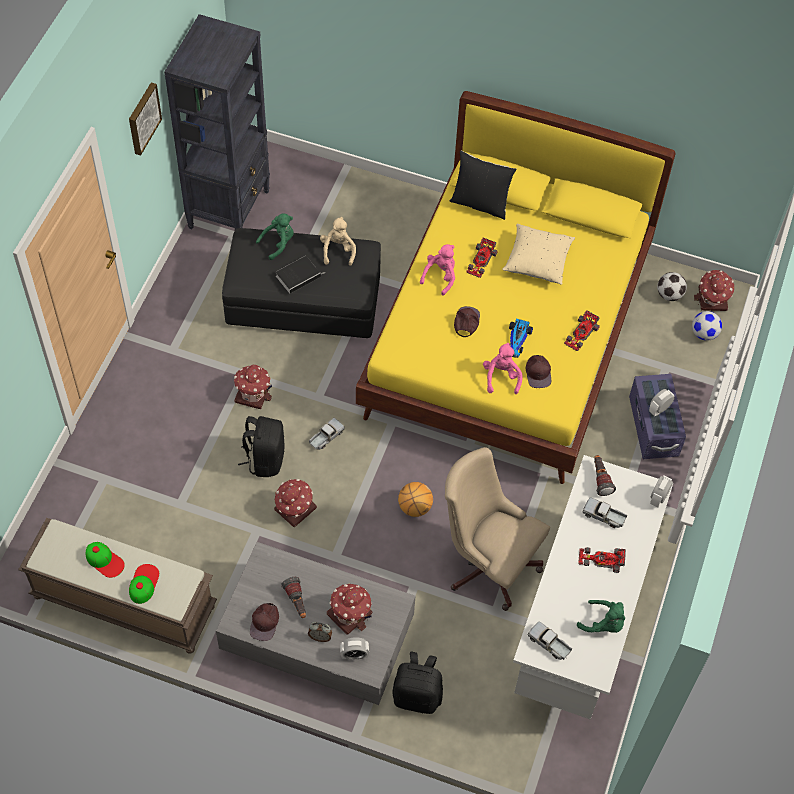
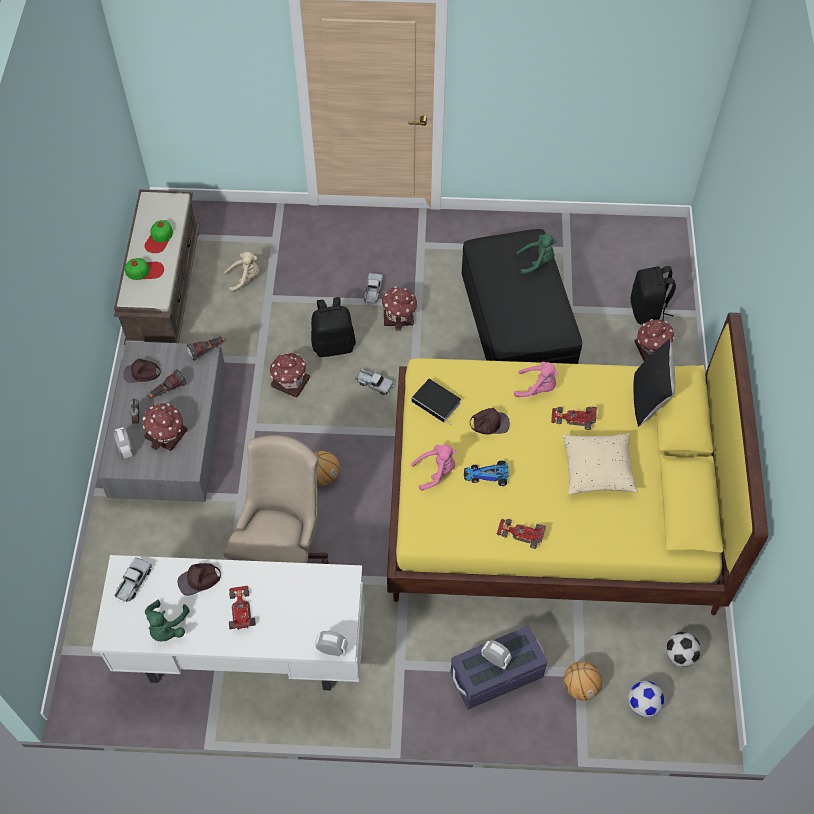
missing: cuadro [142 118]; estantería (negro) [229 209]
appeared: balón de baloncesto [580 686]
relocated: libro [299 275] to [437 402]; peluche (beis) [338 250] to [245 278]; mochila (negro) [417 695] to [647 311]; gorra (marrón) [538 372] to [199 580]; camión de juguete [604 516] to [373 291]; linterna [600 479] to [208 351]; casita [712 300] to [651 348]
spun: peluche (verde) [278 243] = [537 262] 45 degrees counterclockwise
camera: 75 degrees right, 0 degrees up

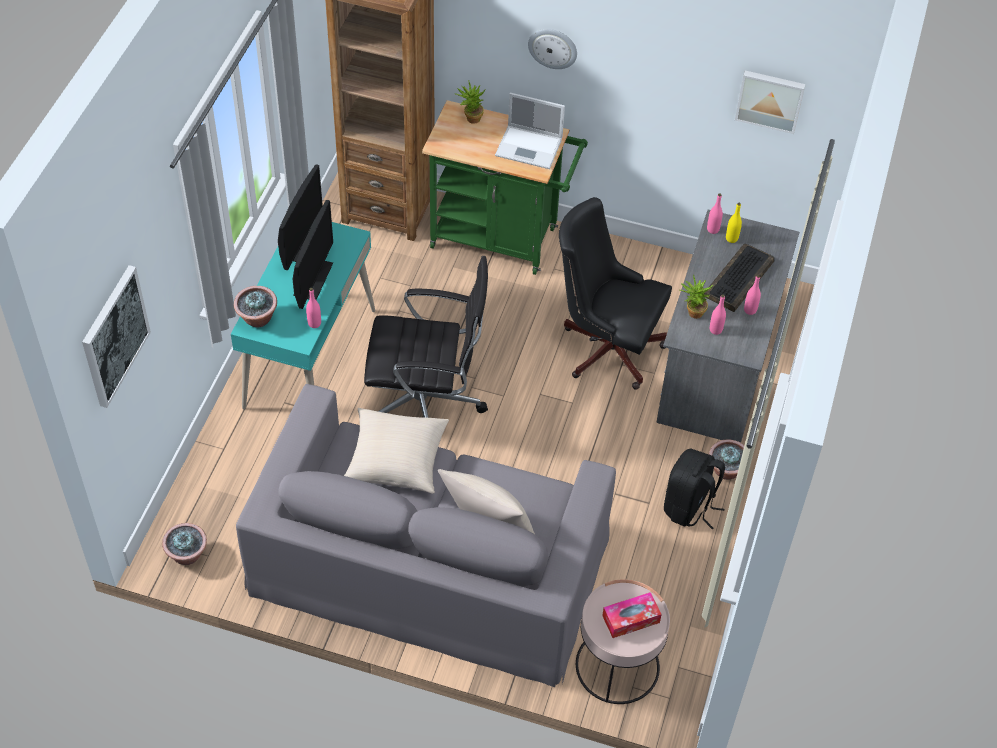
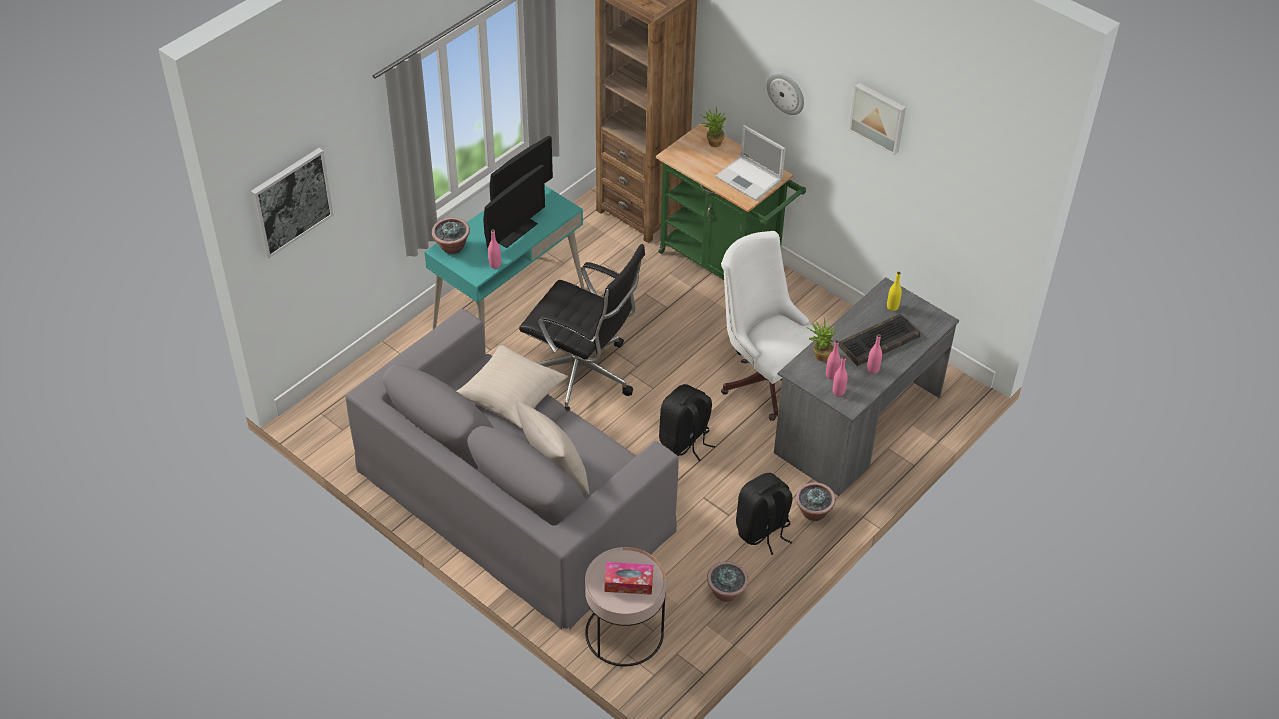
appeared: mochila (negro) [685 441]
relocated: planta en maceta [187 555] to [726 592]; botella (rosa) [713 229] to [838 391]; cuadro [770 100] to [878 117]
colour: silla de oficina (negro) [606 346] to silla de oficina (blanco) [765 377]
camera: 25 degrees right, 5 degrees down

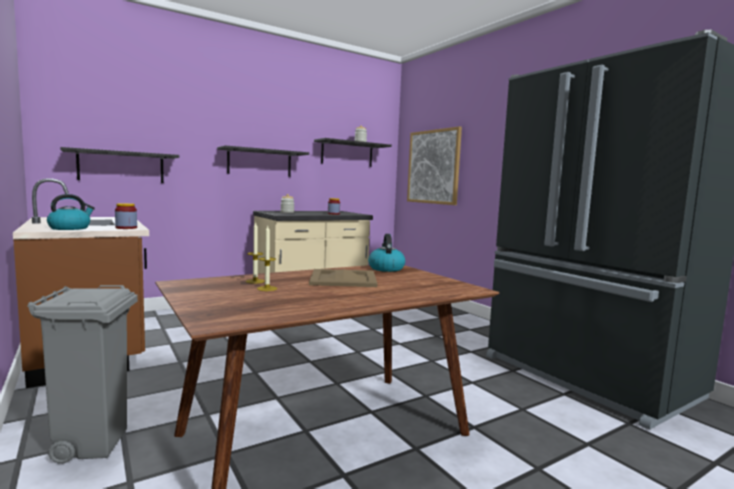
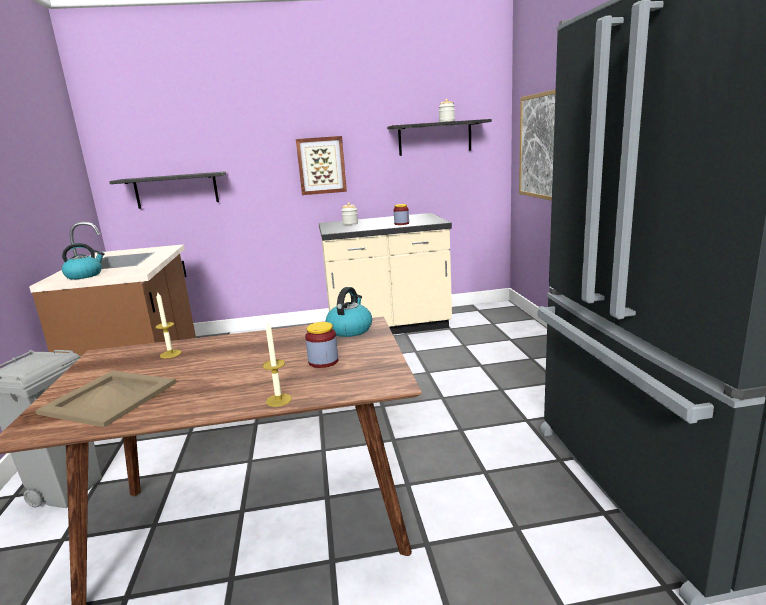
relocated: tarro [126 228] to [323 361]; vela [267 288] to [278 400]; bandeja (beis) [344 279] to [109 398]
exchanged: estante (negro) [259 162] to cuadro [321 165]
camera: 25 degrees right, 10 degrees up

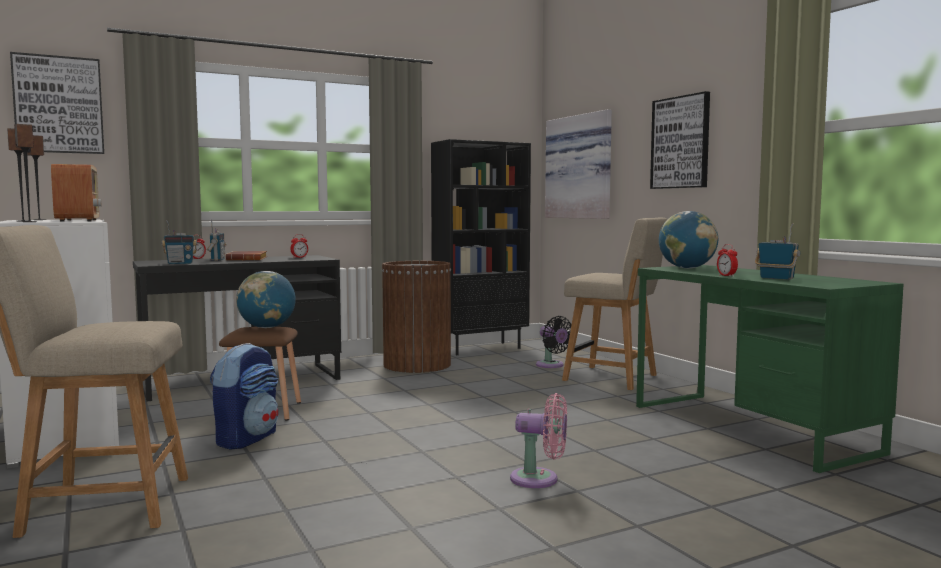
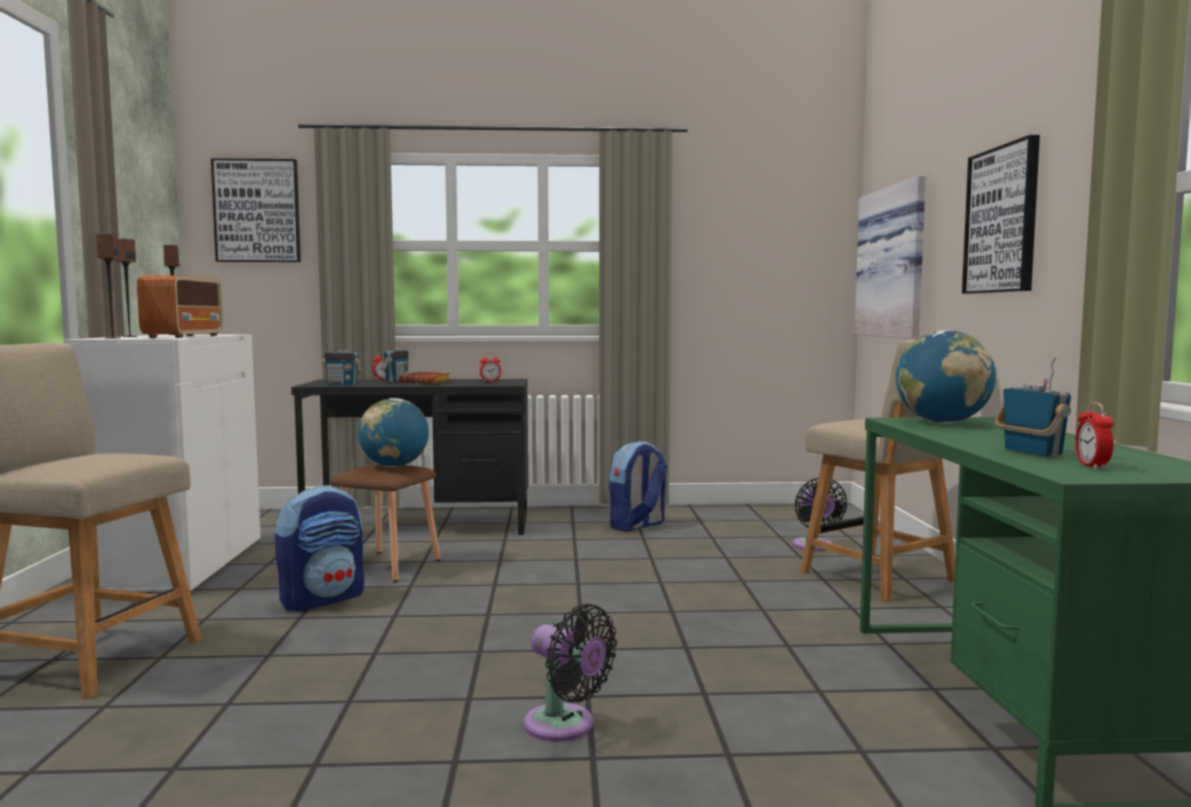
missing: estantería (negro) [480 348]
relocated: despertador [726 276] to [1092 466]
exchanged: papelera (marrón) [417 365] to mochila [637 526]
colour: ventilador (rosa) [539 479] to ventilador (negro) [565 726]
camera: 25 degrees right, 0 degrees up

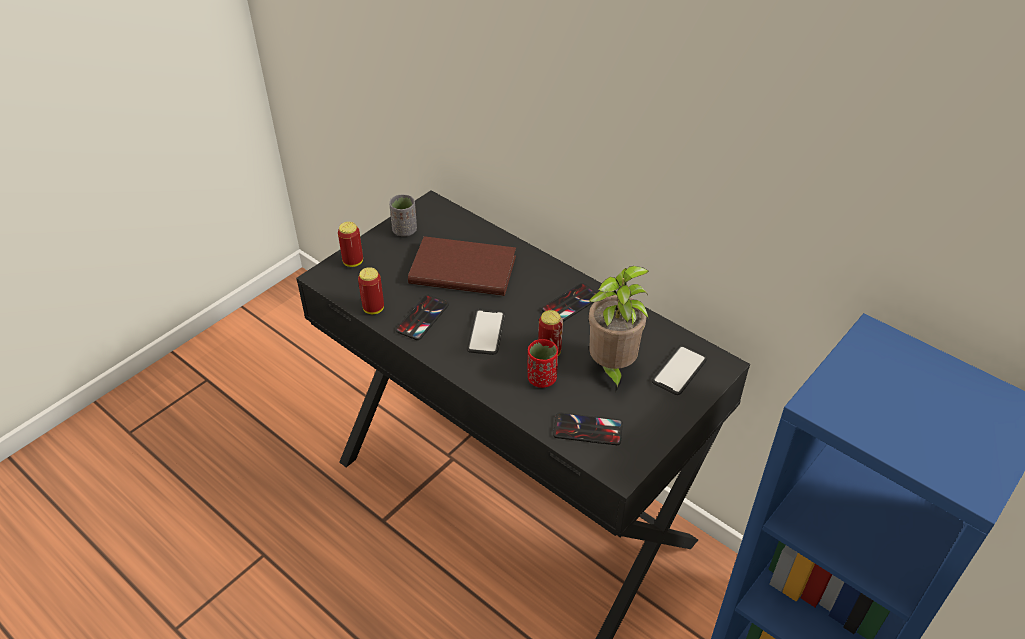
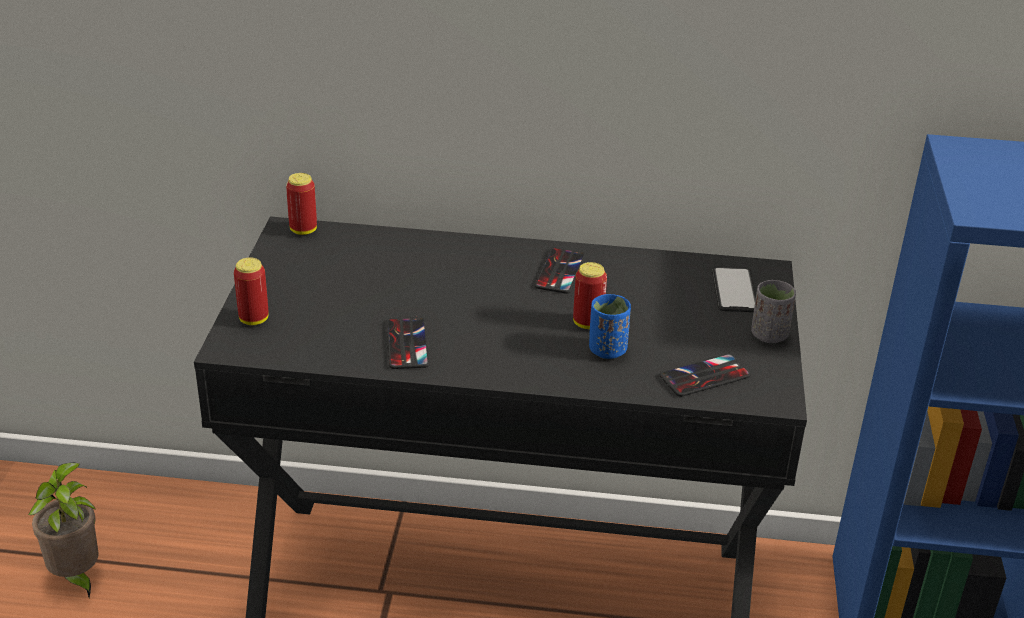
missing: libro (marrón) [462 268]; móvil [486 332]
relocated: lata [373 308] to [303 230]; taza (gris) [404 230] to [769 335]; planta en maceta [611 368] to [76 577]
colour: taza (rojo) [542 379] to taza (azul) [607 350]
camera: 35 degrees left, 10 degrees down

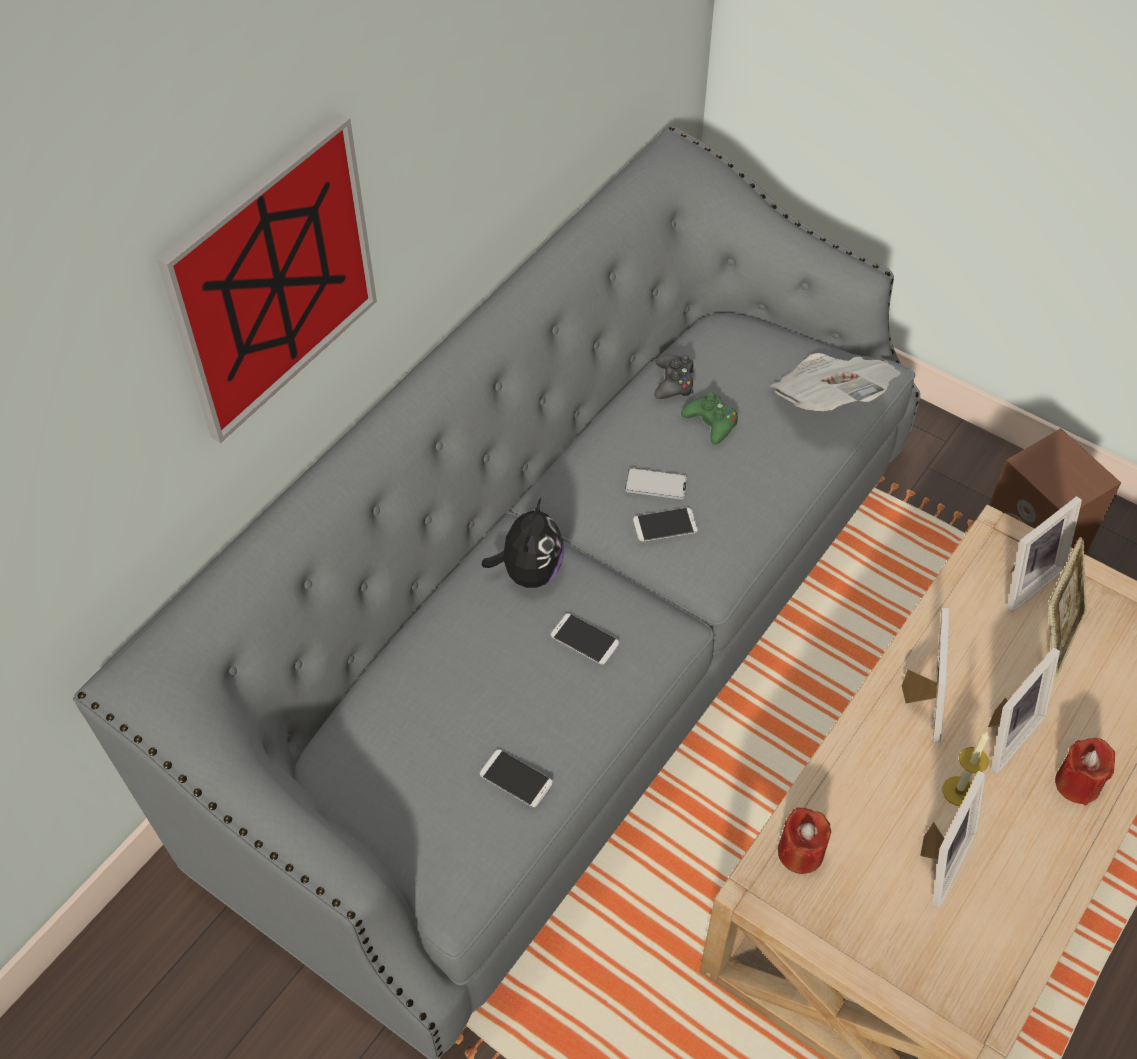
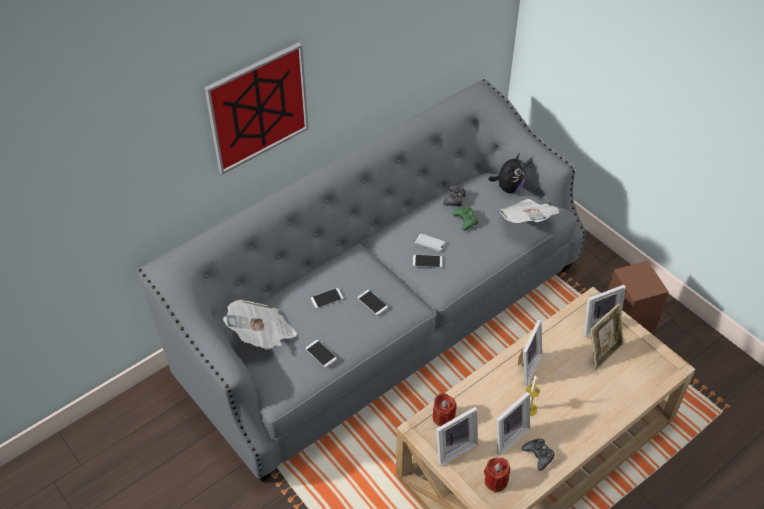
appeared: periódico [262 335]; móvil [327 298]; mando de consola (negro) [538 455]
relocated: peluche [529 571] to [508 187]; portarretratos [1004 732] to [453 448]; vela (rojo) [1077 783] to [495 481]
camera: 15 degrees right, 5 degrees down

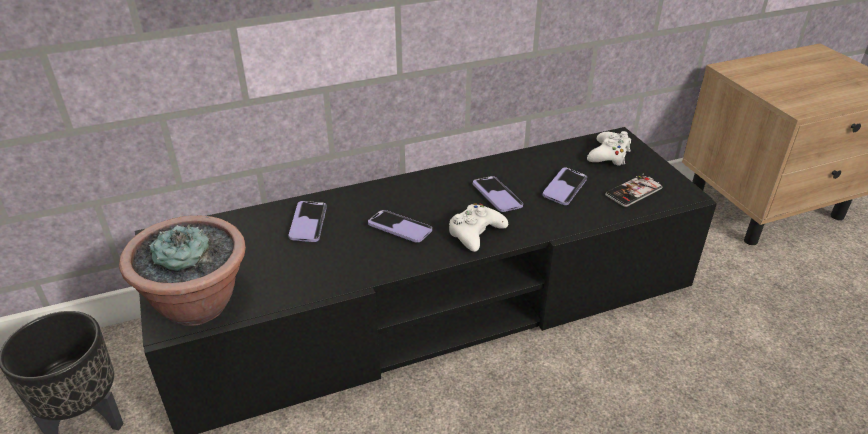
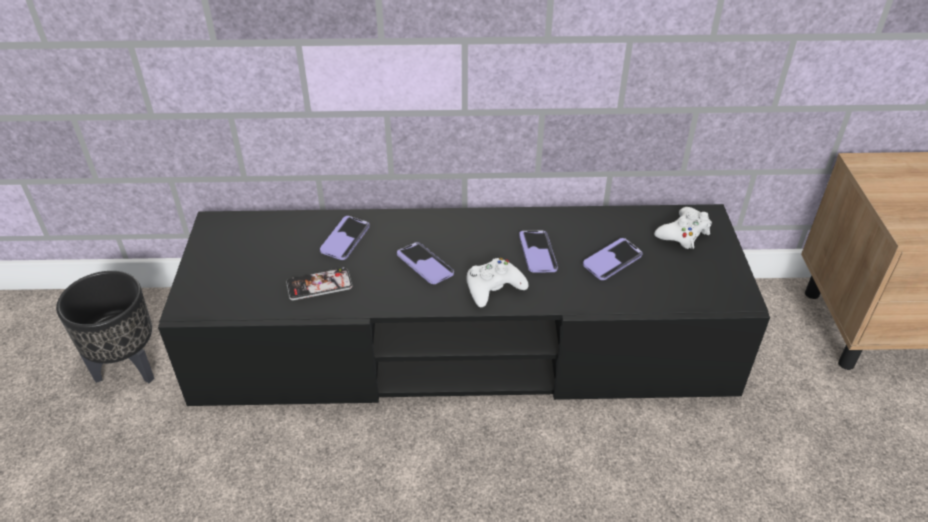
missing: planta en maceta [198 304]
relocated: móvil [633 191] to [319 285]
camera: 20 degrees right, 5 degrees up

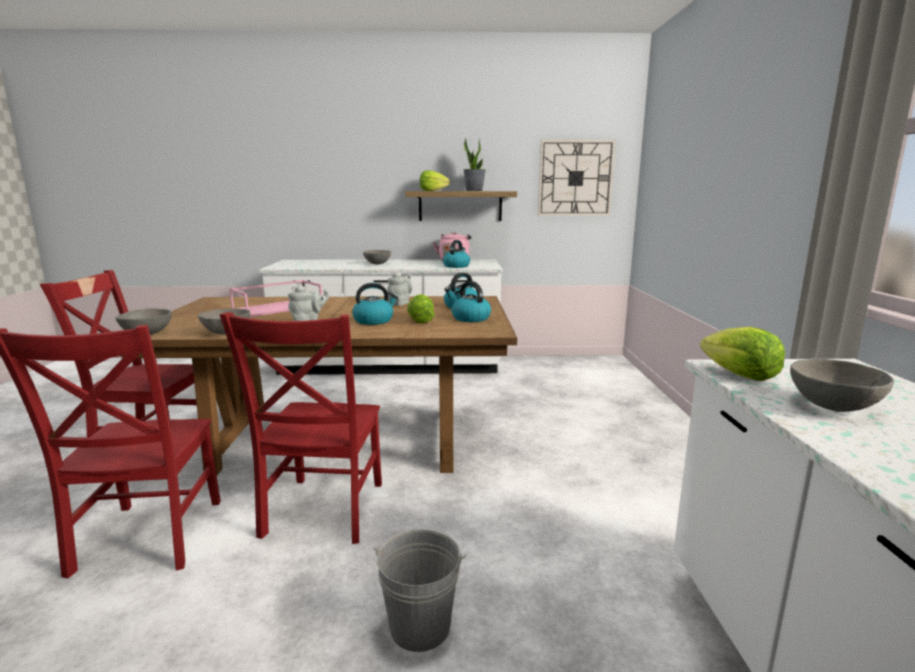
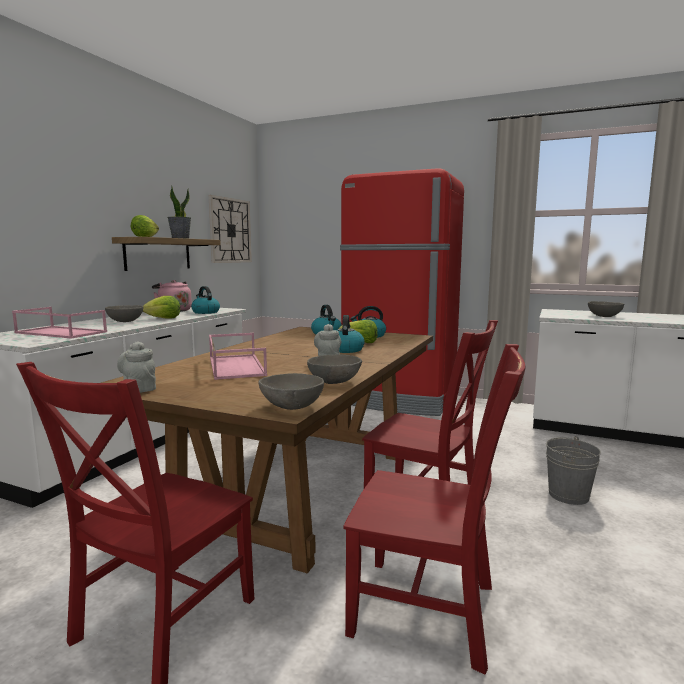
appeared: bandeja (rosa) [59 332]; nevera (rojo) [399 400]
relocated: tetera (gris) [400 303] to [139 389]; lechuga [739 375] to [164 318]
camera: 65 degrees left, 5 degrees down

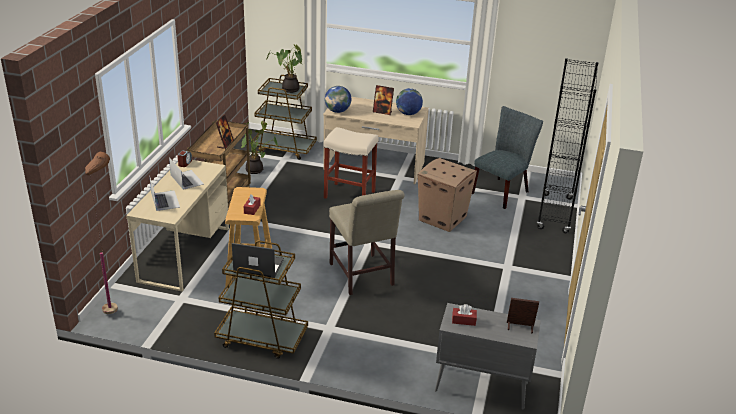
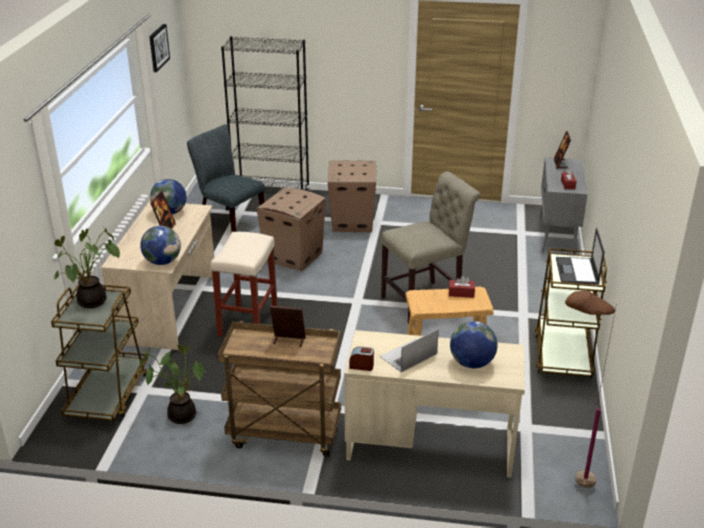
appeared: cuadro [158 47]; caja de cartón [351 222]
exchanged: portátil [165 200] to globo terráqueo [471 363]
camera: 95 degrees left, 0 degrees up

